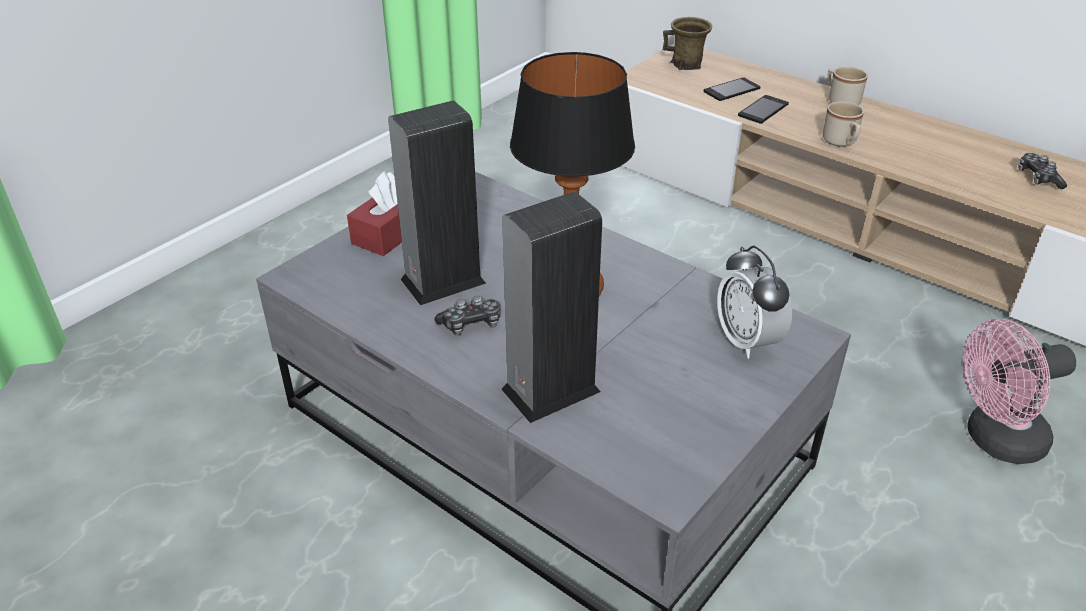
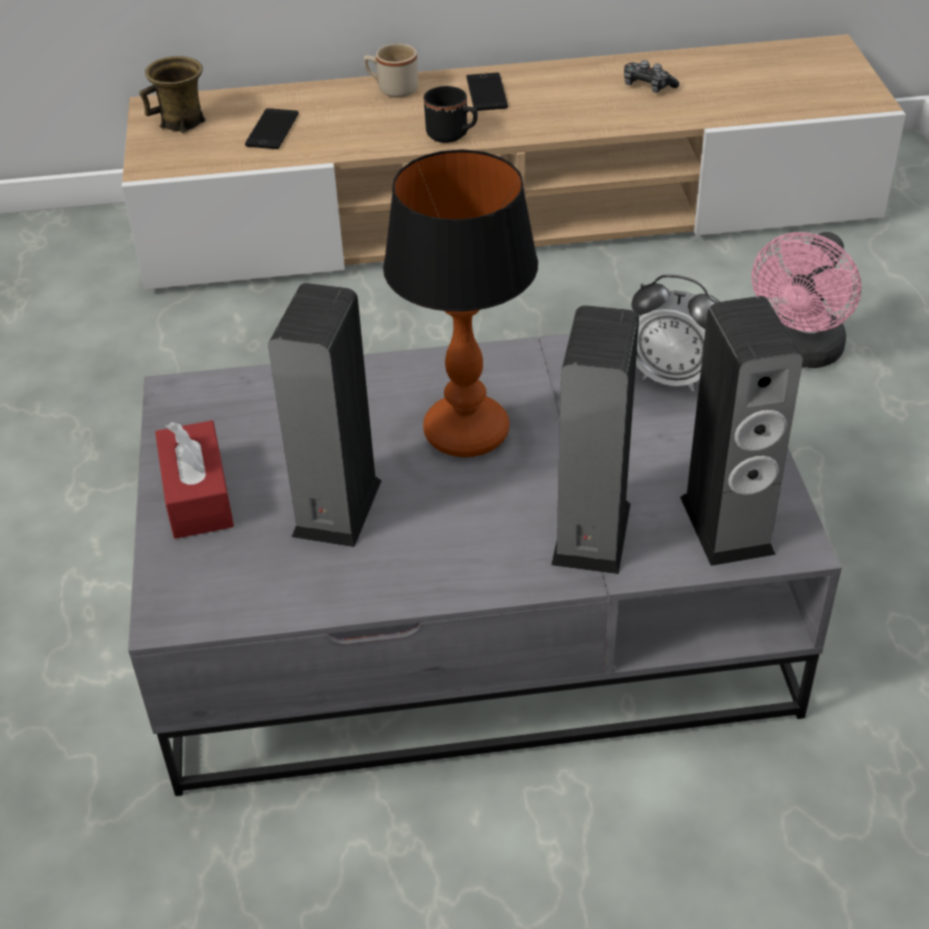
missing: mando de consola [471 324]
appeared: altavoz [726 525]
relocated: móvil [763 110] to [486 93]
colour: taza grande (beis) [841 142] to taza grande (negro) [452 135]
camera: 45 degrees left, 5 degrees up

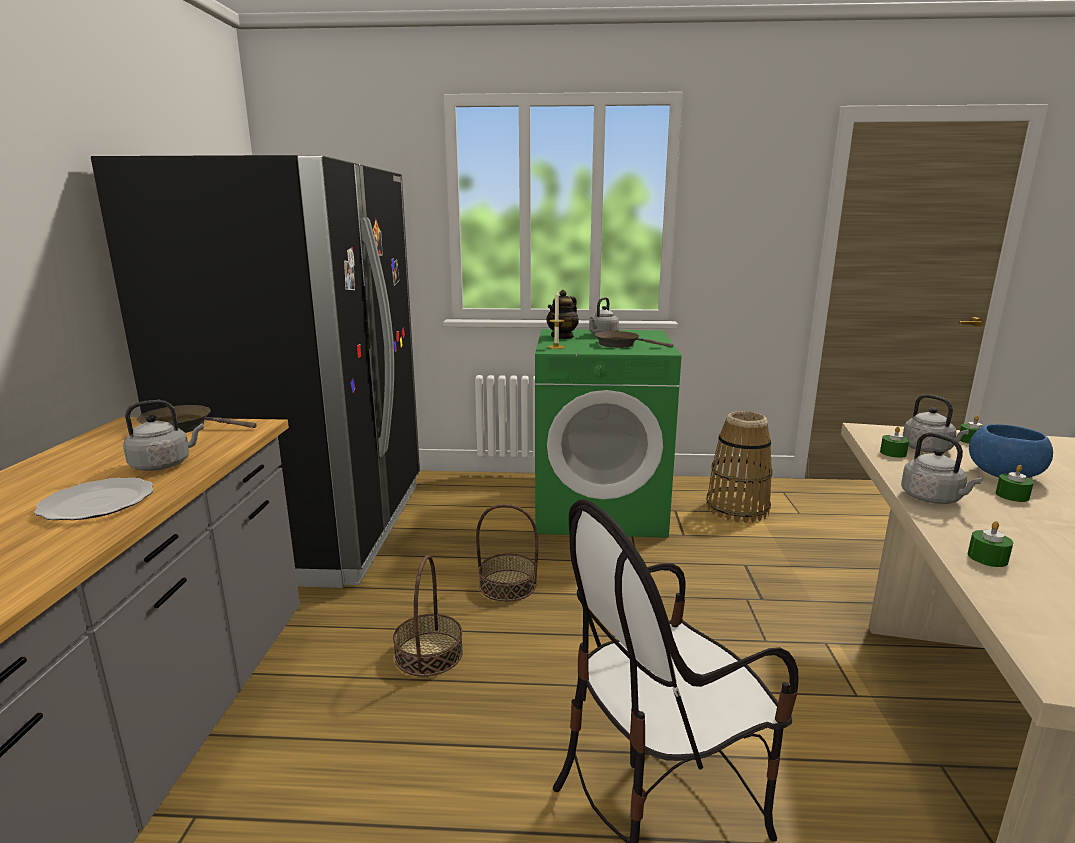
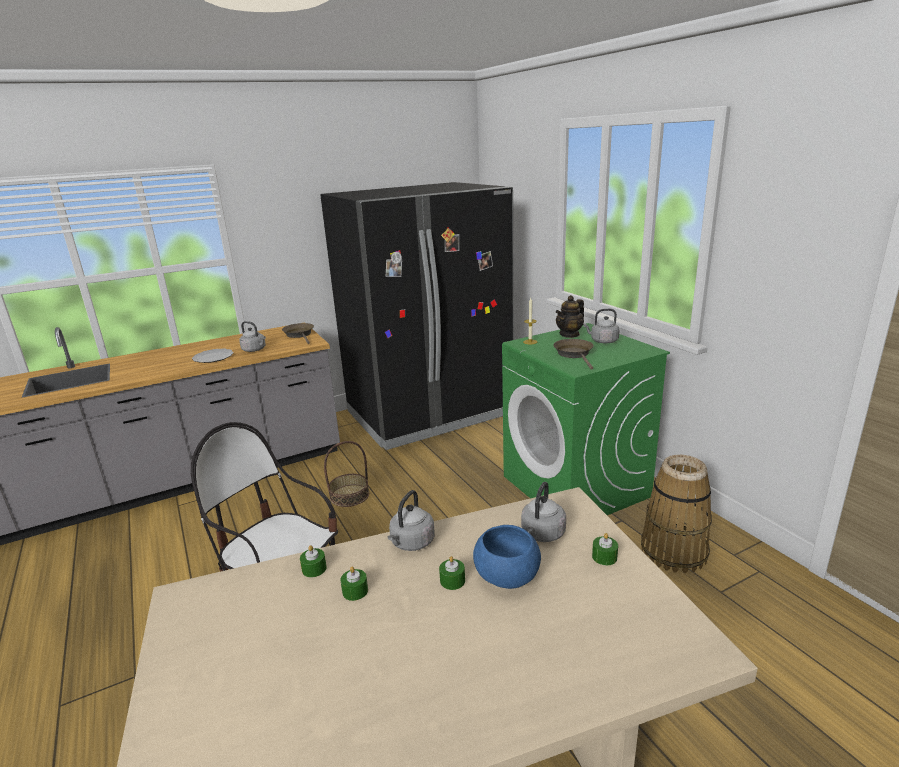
missing: cesta [507 585]
relocated: vela (verde) [893 453] to [355 591]
spun: tetera [562 337] = [569 334] 45 degrees counterclockwise
camera: 60 degrees right, 5 degrees up

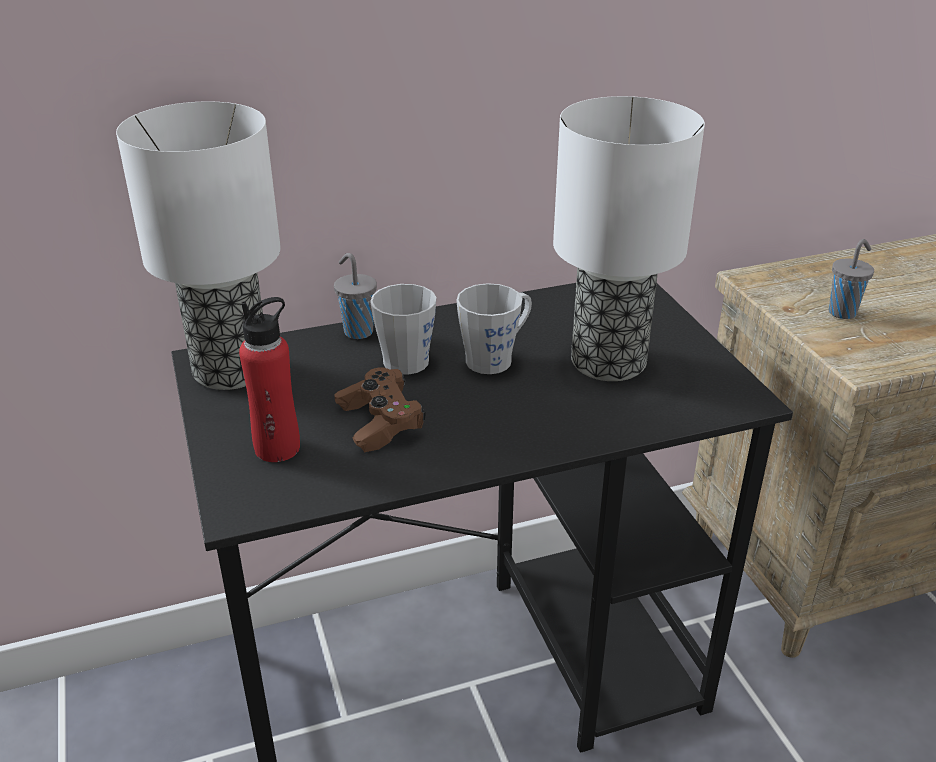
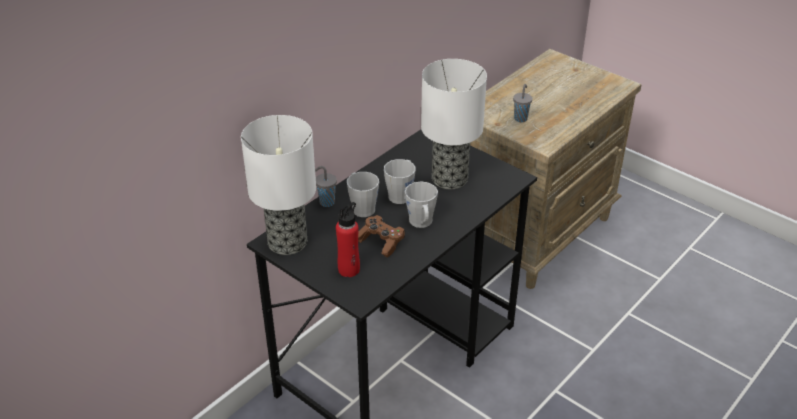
appeared: taza grande (gris) [421 223]
camera: 30 degrees left, 5 degrees up

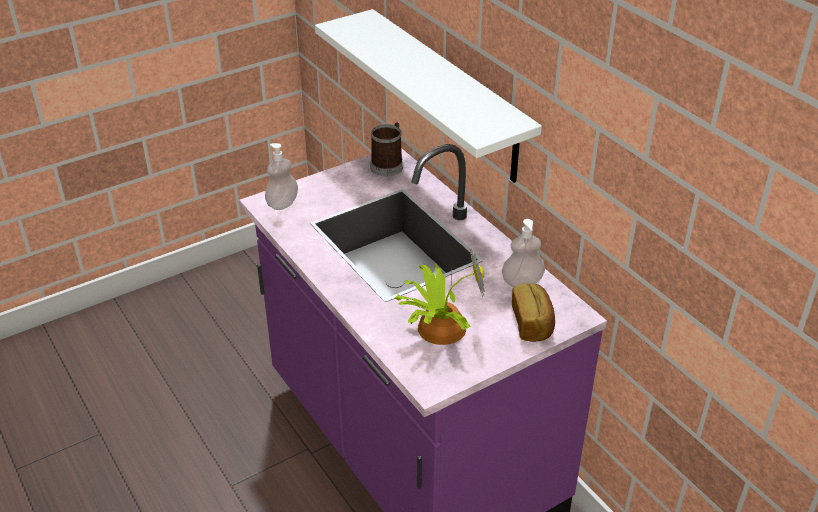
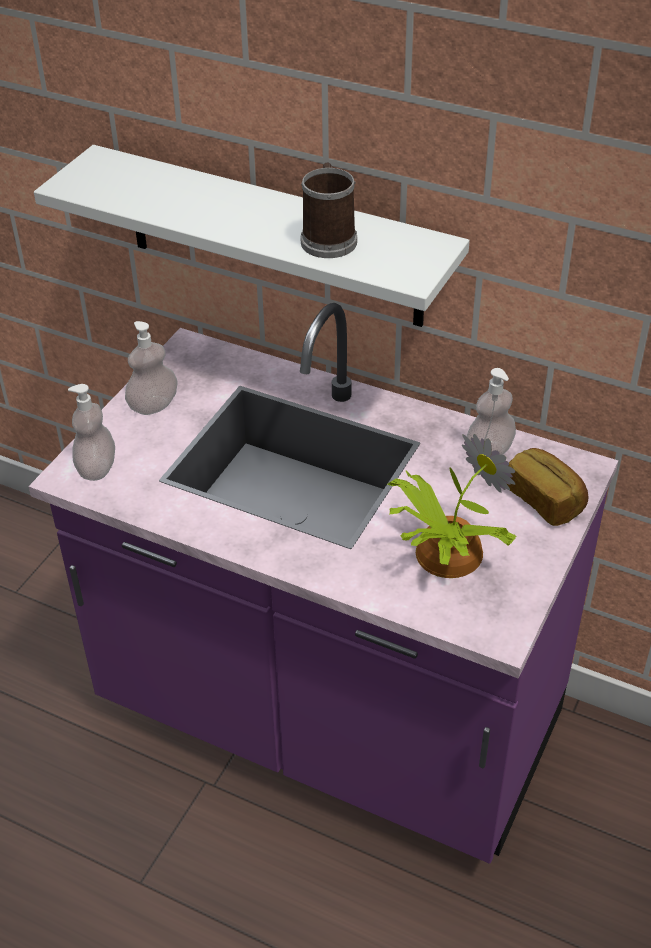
appeared: dispensador de jabón [153 405]
relocated: taza grande [388 165] to [328 238]
camera: 30 degrees left, 5 degrees up

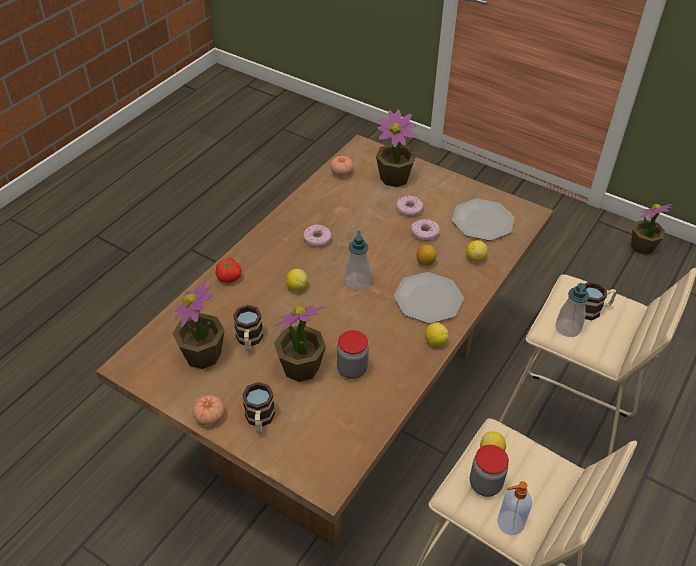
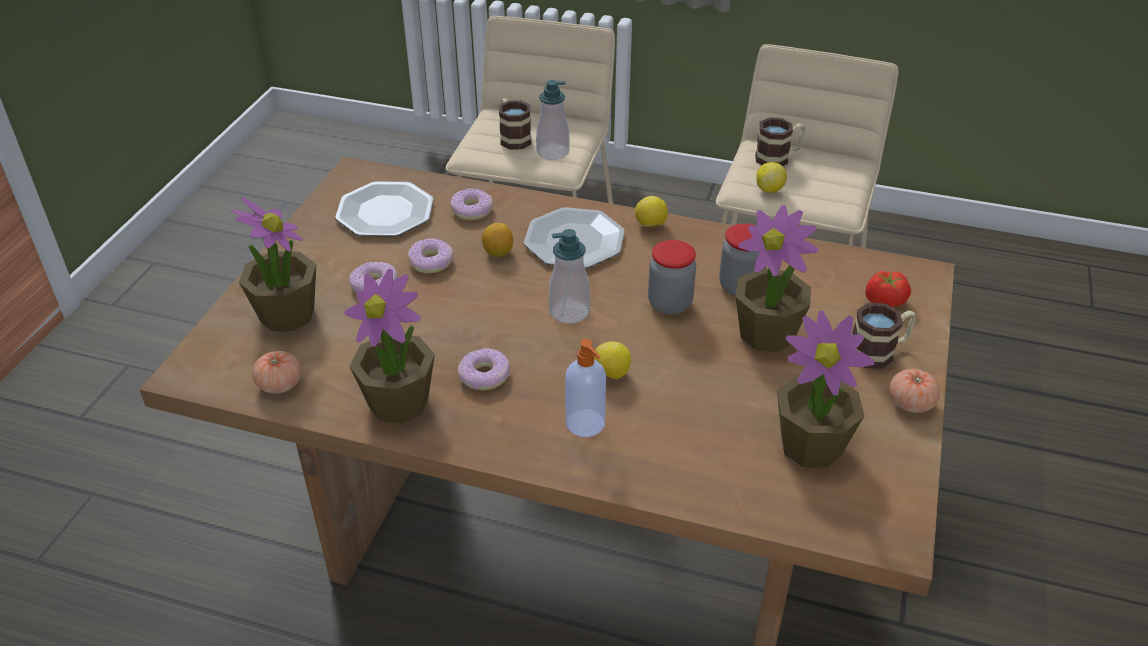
relocated: tomate [229 277] to [884 299]; taza grande [249 340] to [778 157]; tarro [485 484] to [670 303]; dispensador de jabón [509 523] to [586 424]; planta en maceta [642 247] to [399 403]
exchanged: limón [475 258] to rosquilla [472 210]
camera: 105 degrees left, 5 degrees down

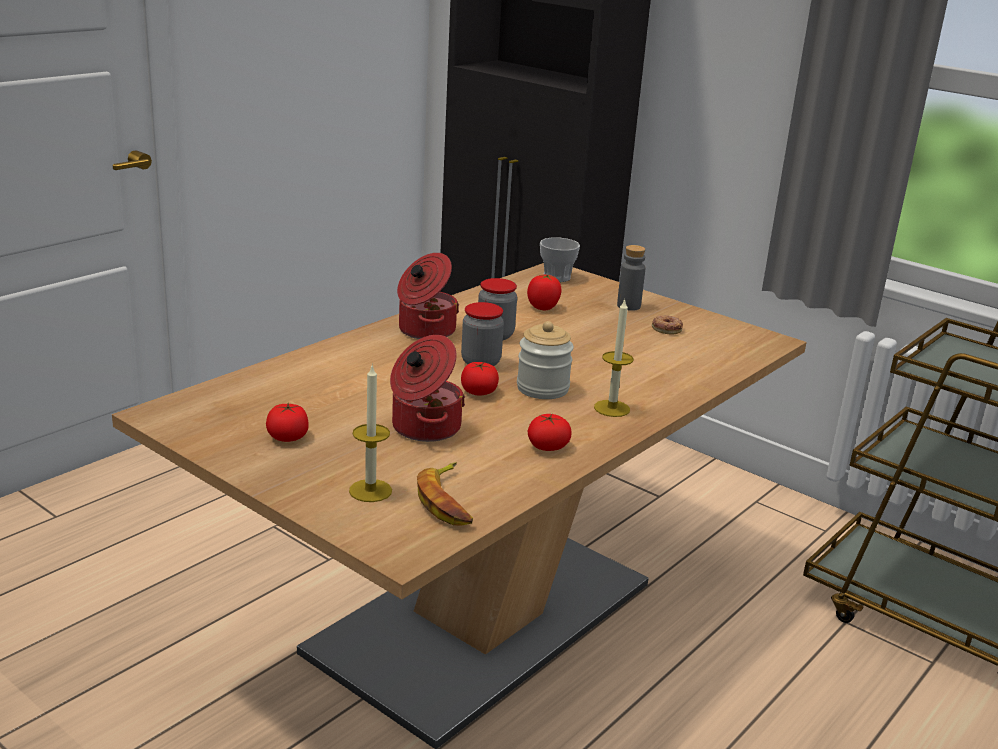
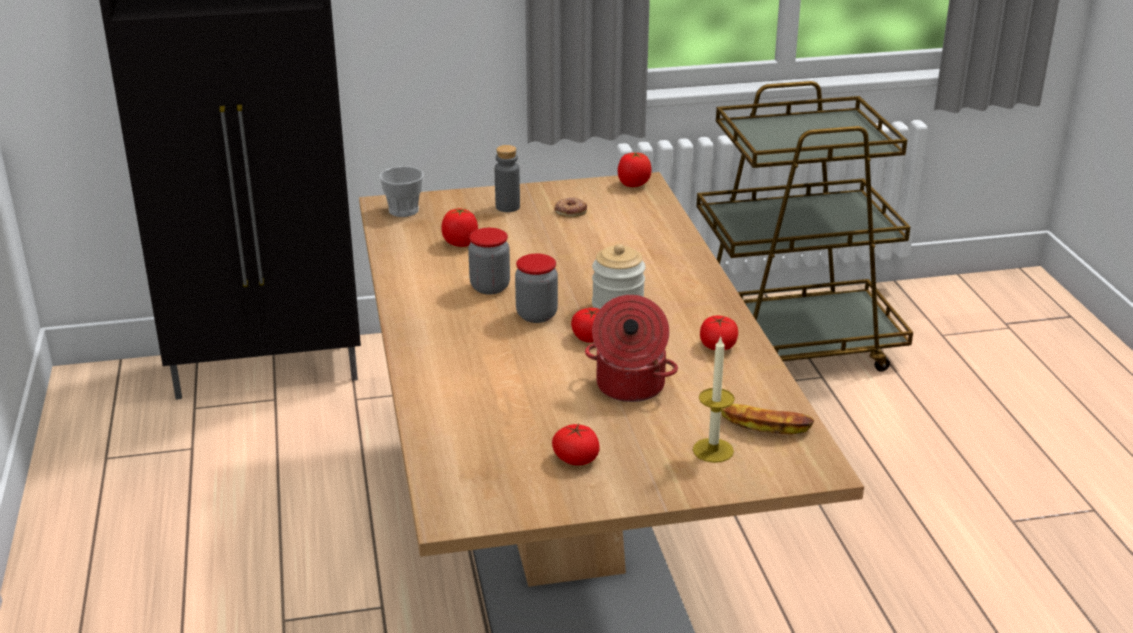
missing: olla [425 330]; vela [612 408]
appeared: tomate [633 184]
camera: 50 degrees left, 5 degrees up

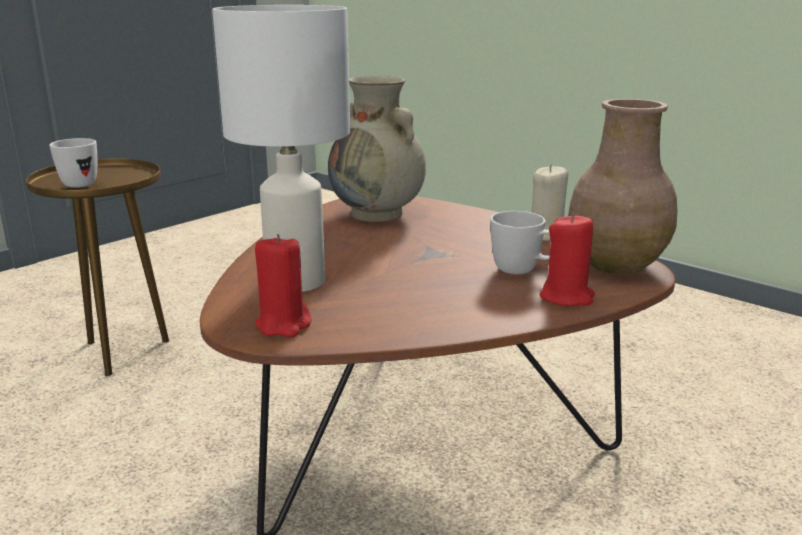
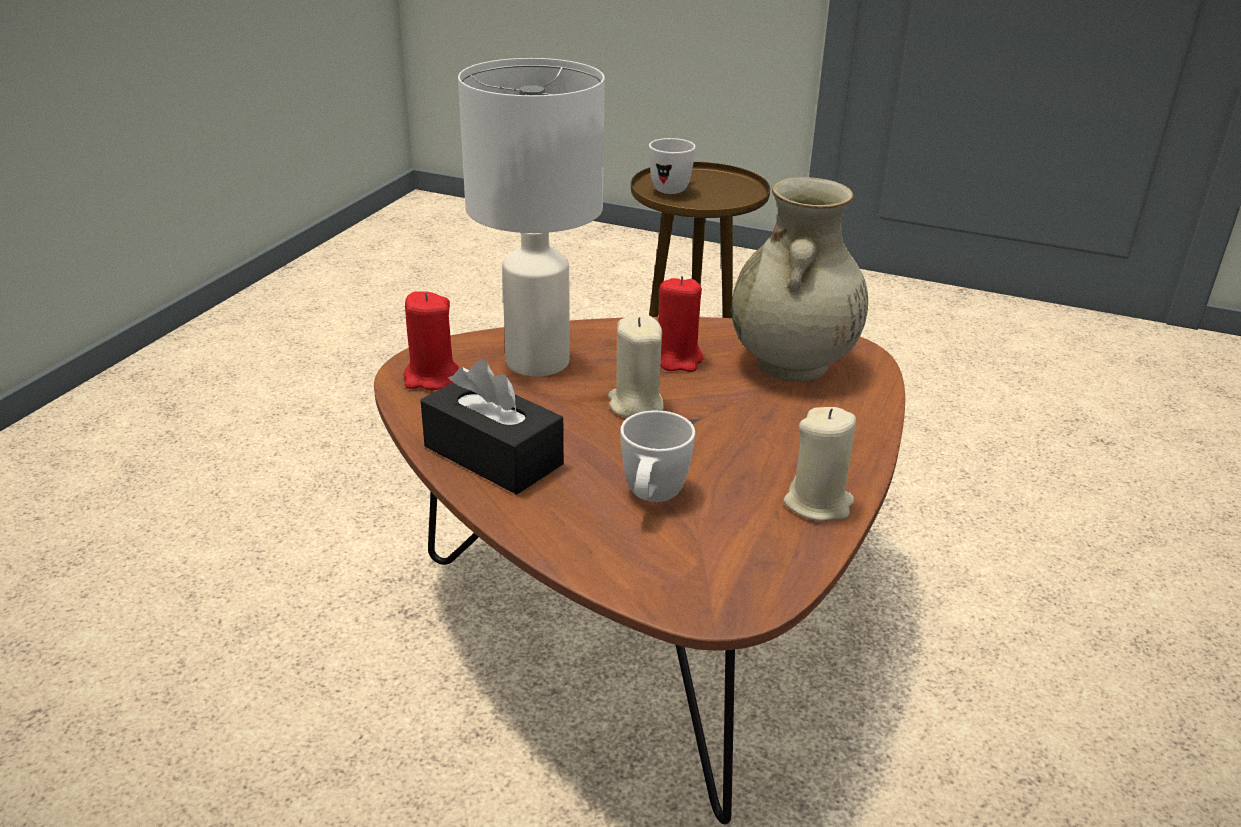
missing: florero (marrón) [615 264]
appeared: caja de pañuelos (negro) [493 455]; vela (beis) [635 404]
relocated: vela (rojo) [567 297] to [677 359]
camera: 70 degrees right, 10 degrees up

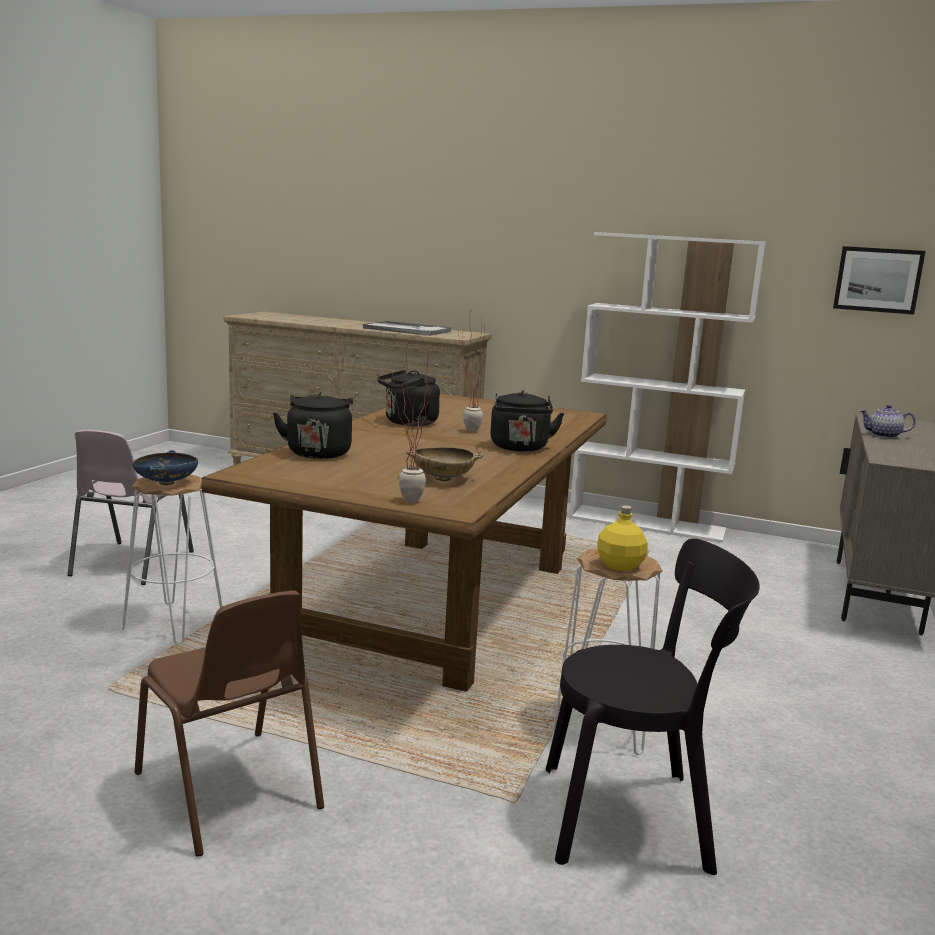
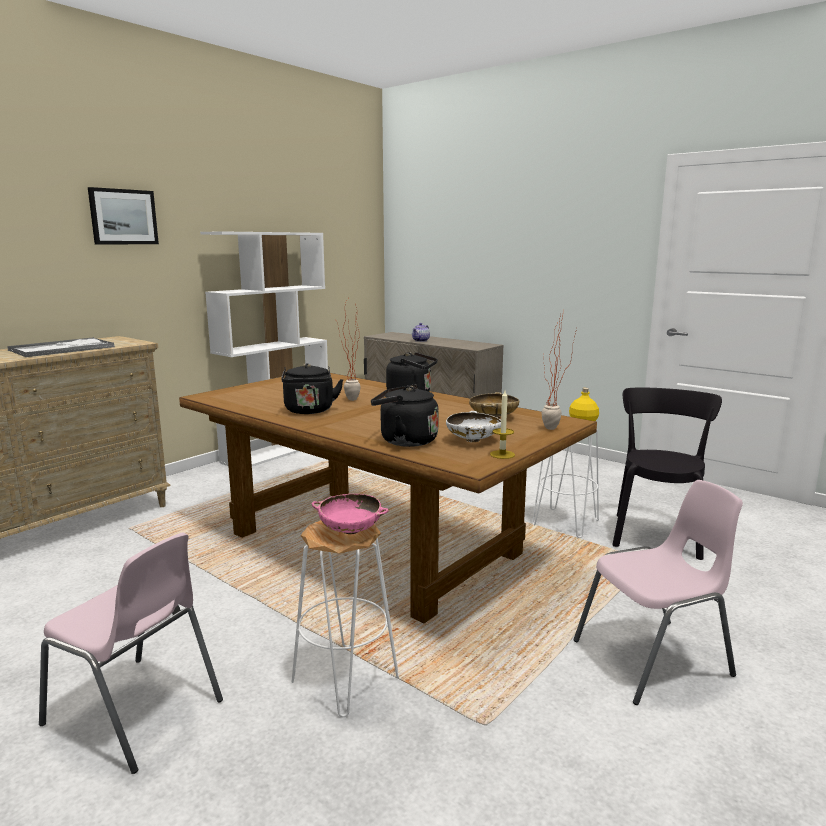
appeared: cuenco (blanco) [473 440]; vela [502 454]
relocated: cuadro [878 280] to [123 217]
colour: cuenco (azul) [166 483] to cuenco (rosa) [350 531]; silla (marrón) [229 791] to silla (rosa) [654 659]
camera: 70 degrees left, 0 degrees up

